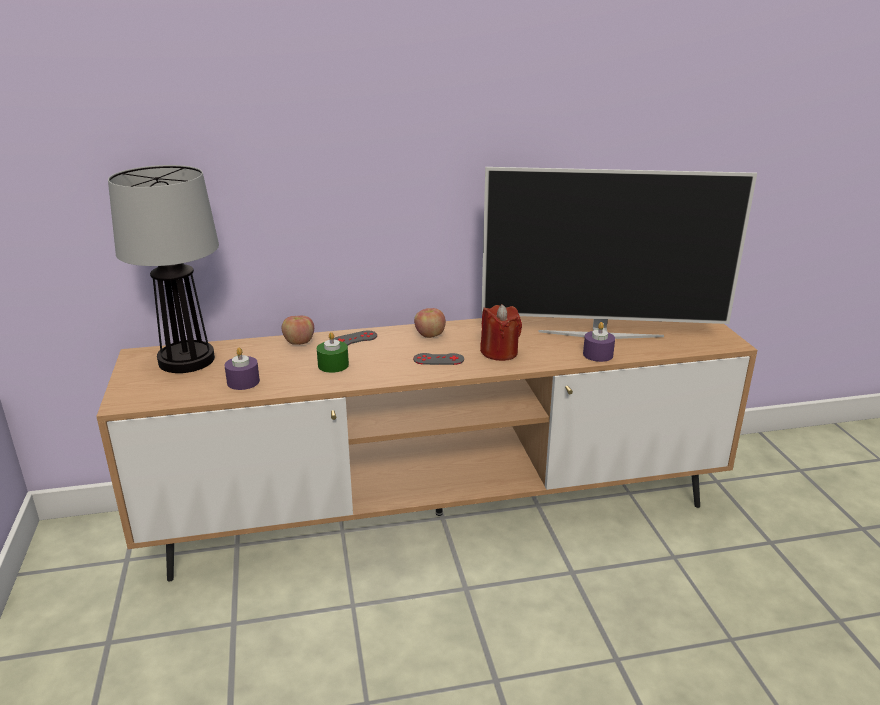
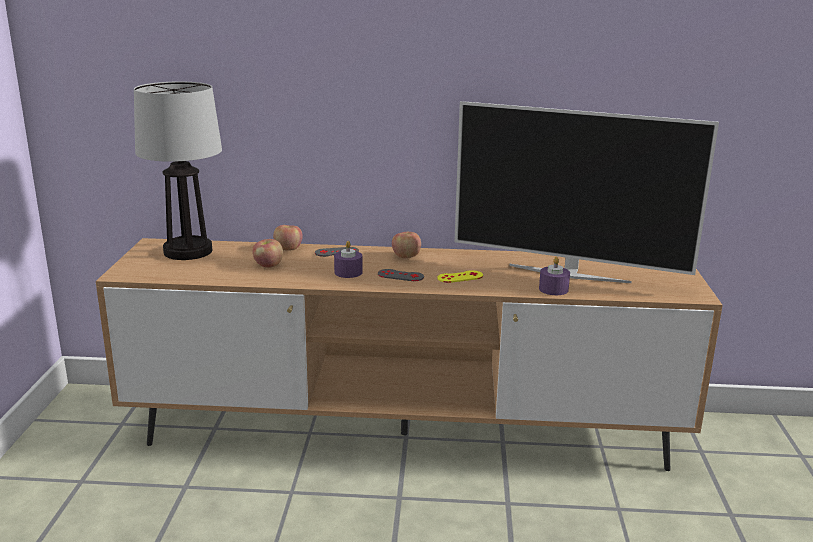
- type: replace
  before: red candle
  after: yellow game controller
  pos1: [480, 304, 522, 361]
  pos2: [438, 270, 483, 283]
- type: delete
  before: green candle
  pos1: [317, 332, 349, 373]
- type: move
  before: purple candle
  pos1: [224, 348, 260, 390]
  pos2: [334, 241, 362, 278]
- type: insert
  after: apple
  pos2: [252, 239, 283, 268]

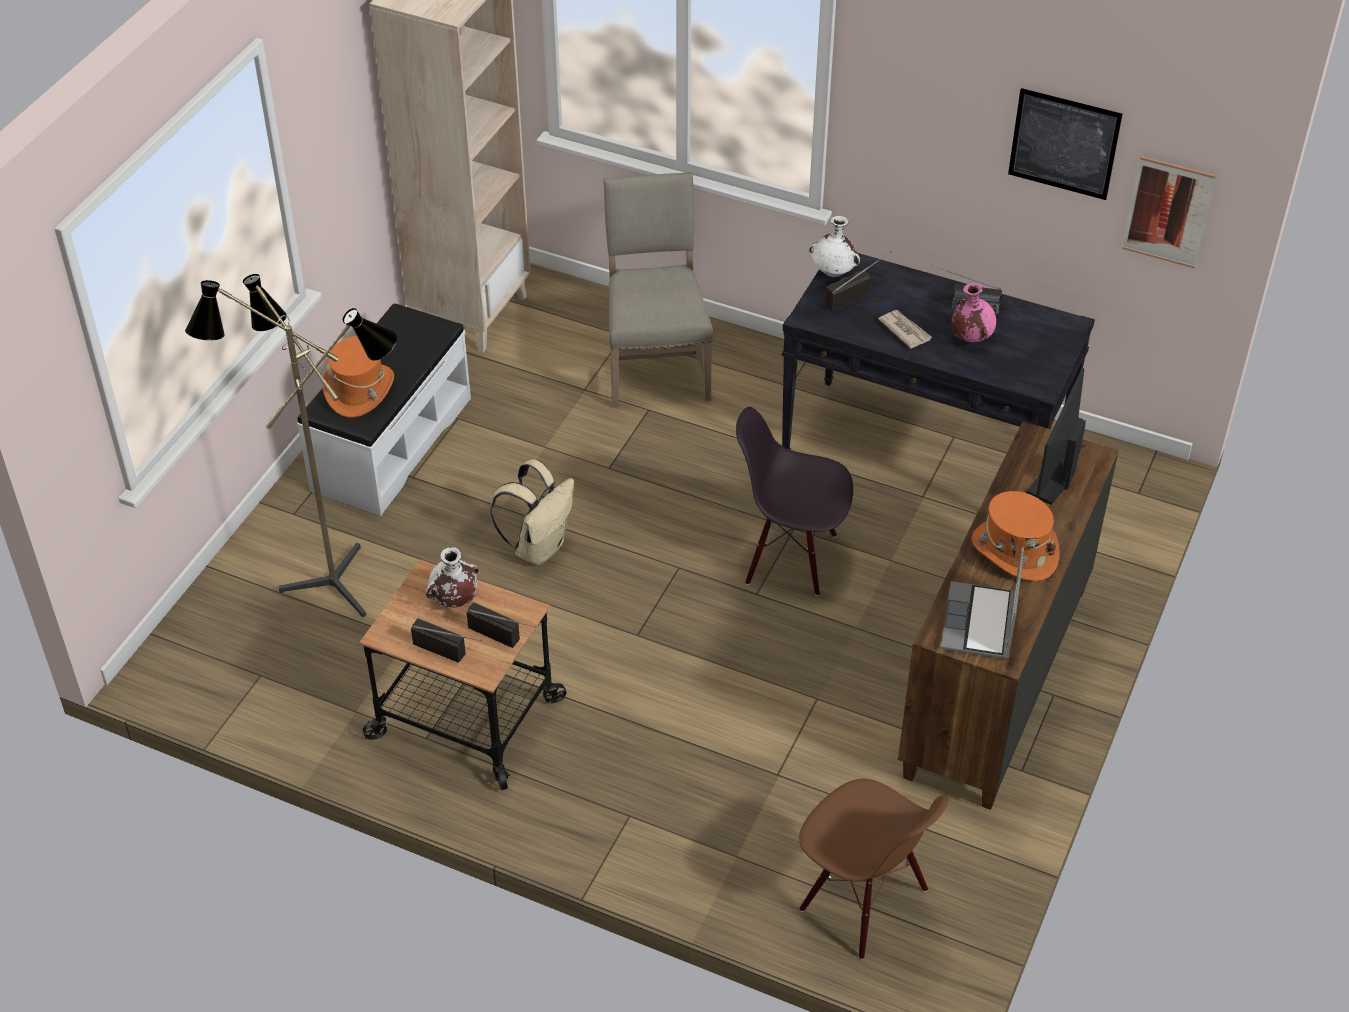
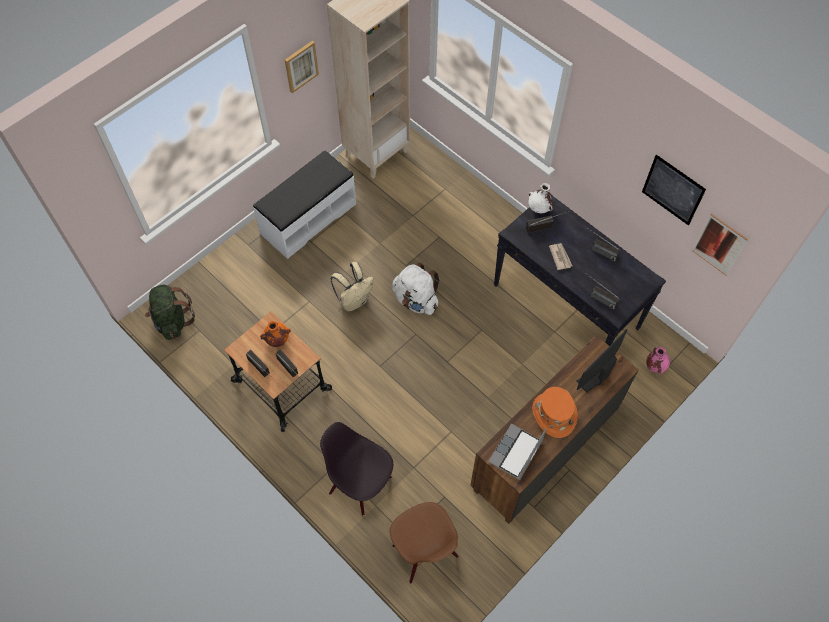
- type: delete
  before: beige chair
  pos1: [604, 172, 713, 408]
- type: delete
  before: floor lamp
  pos1: [185, 274, 397, 617]
- type: move
  before: pink vase
  pos1: [952, 283, 996, 342]
  pos2: [646, 347, 670, 374]
- type: delete
  before: orange hat
  pos1: [322, 336, 394, 418]
- type: move
  before: black chair
  pos1: [736, 407, 853, 596]
  pos2: [320, 422, 393, 516]
- type: recolor
  before: white vase
  after: orange vase
  pos1: [425, 547, 479, 607]
  pos2: [260, 321, 291, 347]
- type: insert
  after: picture
  pos2: [285, 41, 319, 93]
- type: insert
  after: white backpack
  pos2: [392, 263, 440, 315]
- type: insert
  after: radio
  pos2: [588, 275, 620, 310]
- type: insert
  after: green backpack
  pos2: [145, 285, 195, 340]

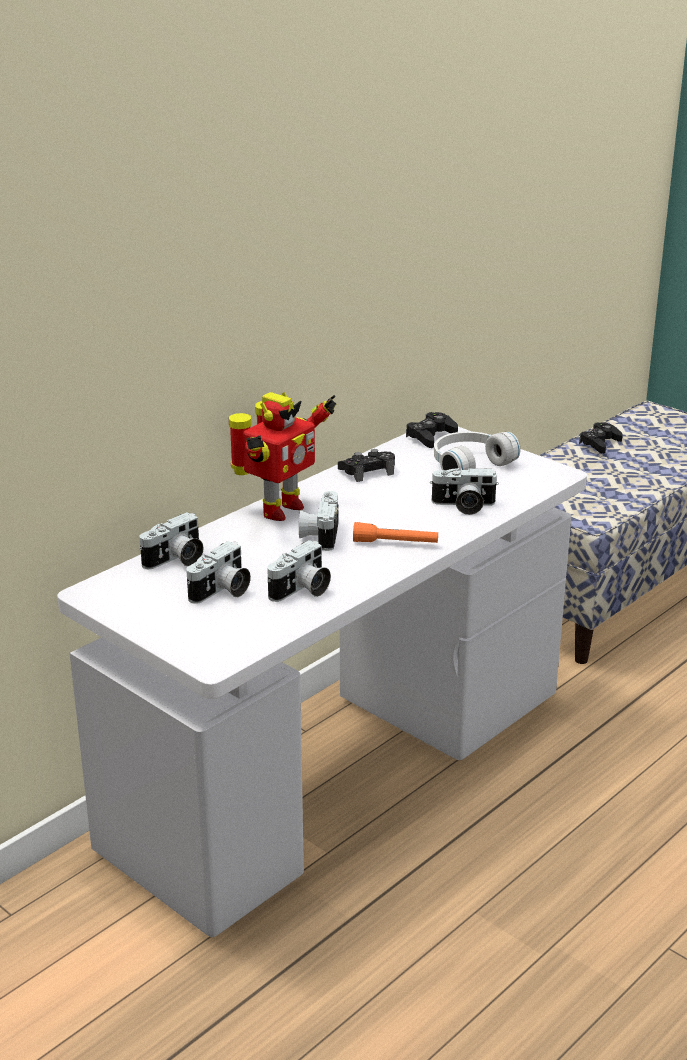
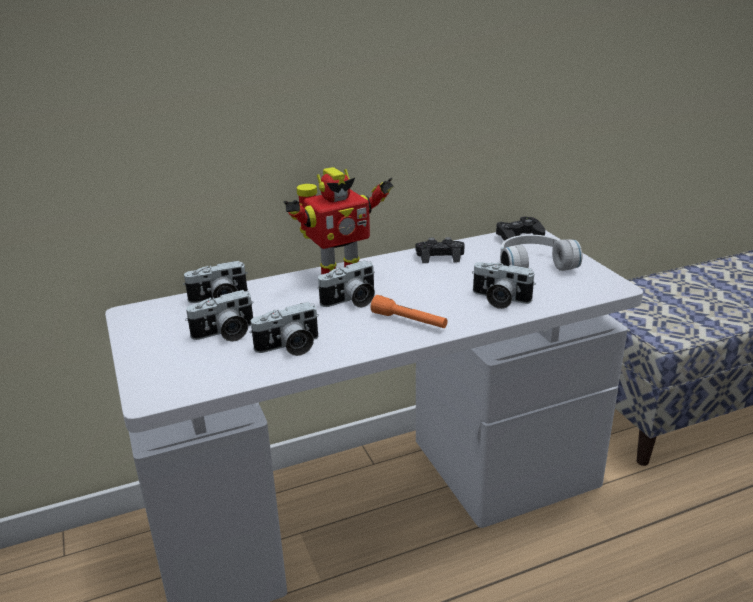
- type: delete
  before: black game controller
  pos1: [579, 422, 623, 454]
- type: rotate
  before: photo camera
  pos1: [299, 491, 339, 551]
  pos2: [317, 260, 375, 308]
  turn: -150

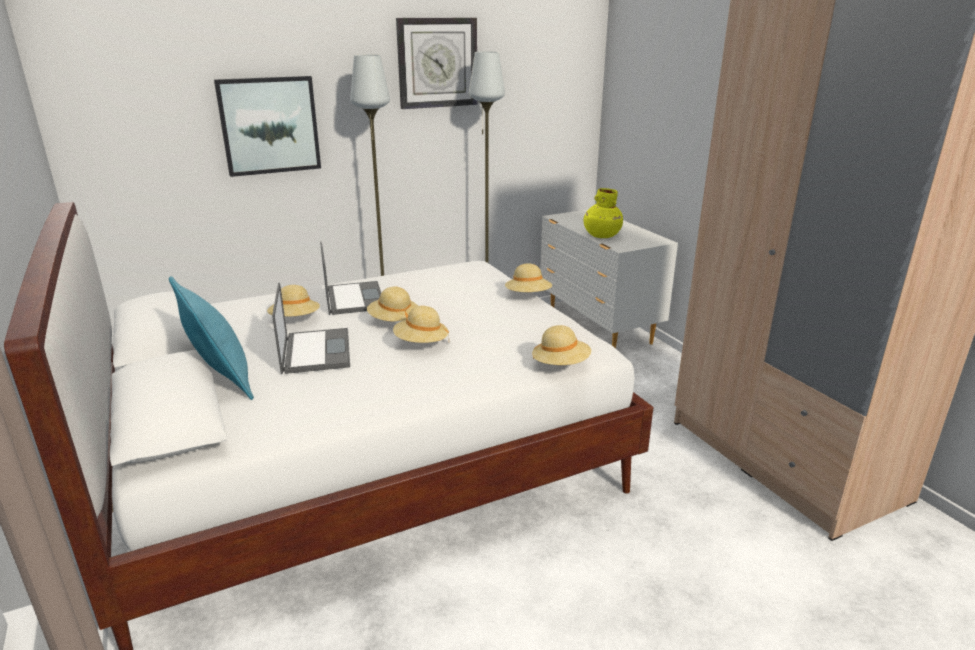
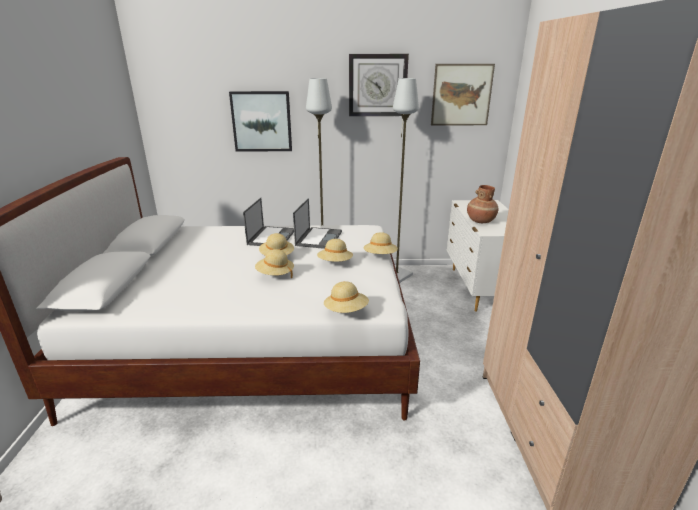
- type: recolor
  before: yellow vase
  after: brown vase
  pos1: [584, 188, 623, 238]
  pos2: [467, 185, 498, 223]
- type: delete
  before: turquoise pillow
  pos1: [169, 276, 254, 400]
- type: move
  before: laptop
  pos1: [272, 283, 350, 374]
  pos2: [293, 198, 342, 249]
- type: move
  before: beige hat
  pos1: [267, 285, 320, 317]
  pos2: [317, 239, 353, 262]
- type: insert
  after: picture
  pos2: [431, 64, 495, 126]

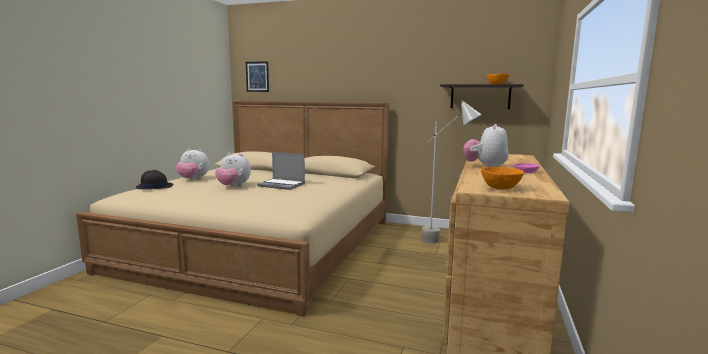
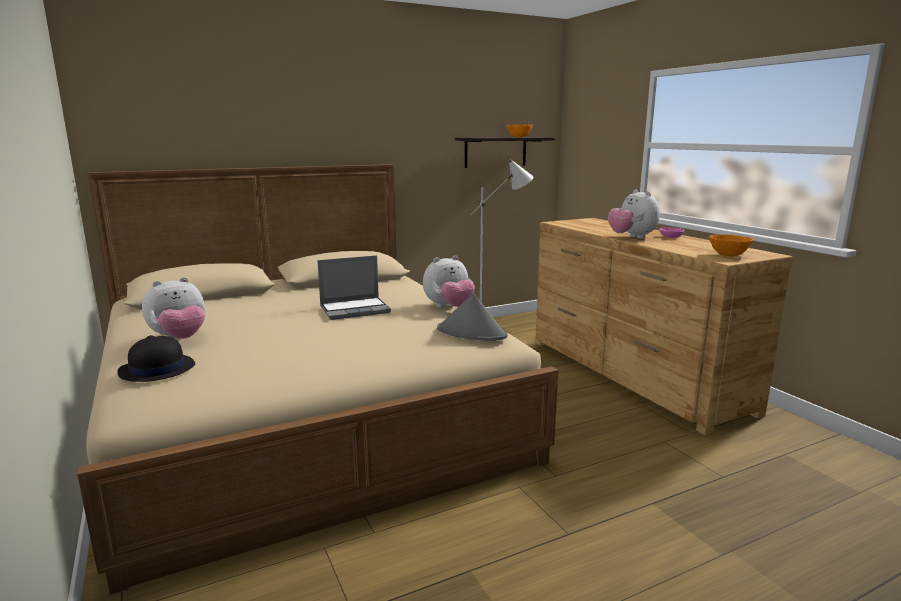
- type: delete
  before: picture
  pos1: [246, 61, 269, 92]
- type: move
  before: plush toy
  pos1: [215, 153, 251, 186]
  pos2: [423, 255, 475, 308]
- type: insert
  after: grey hat
  pos2: [437, 293, 508, 341]

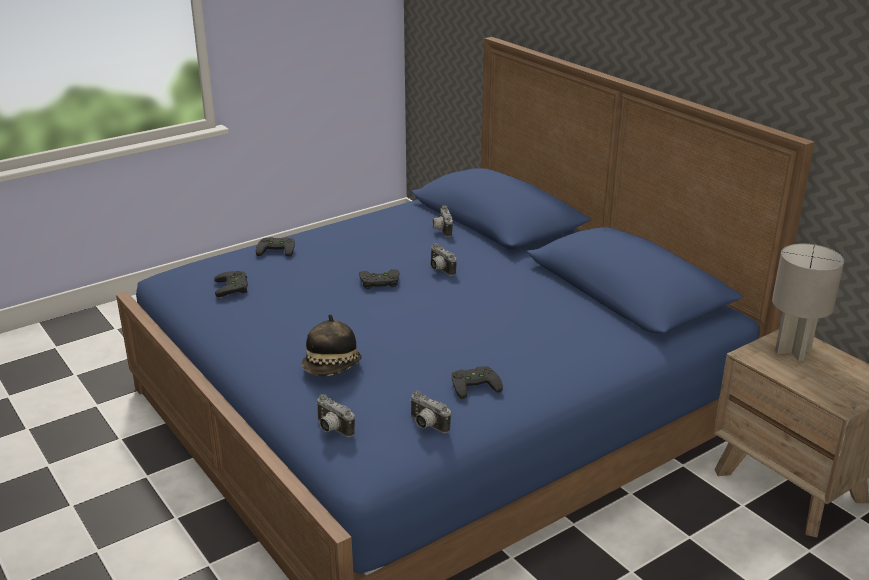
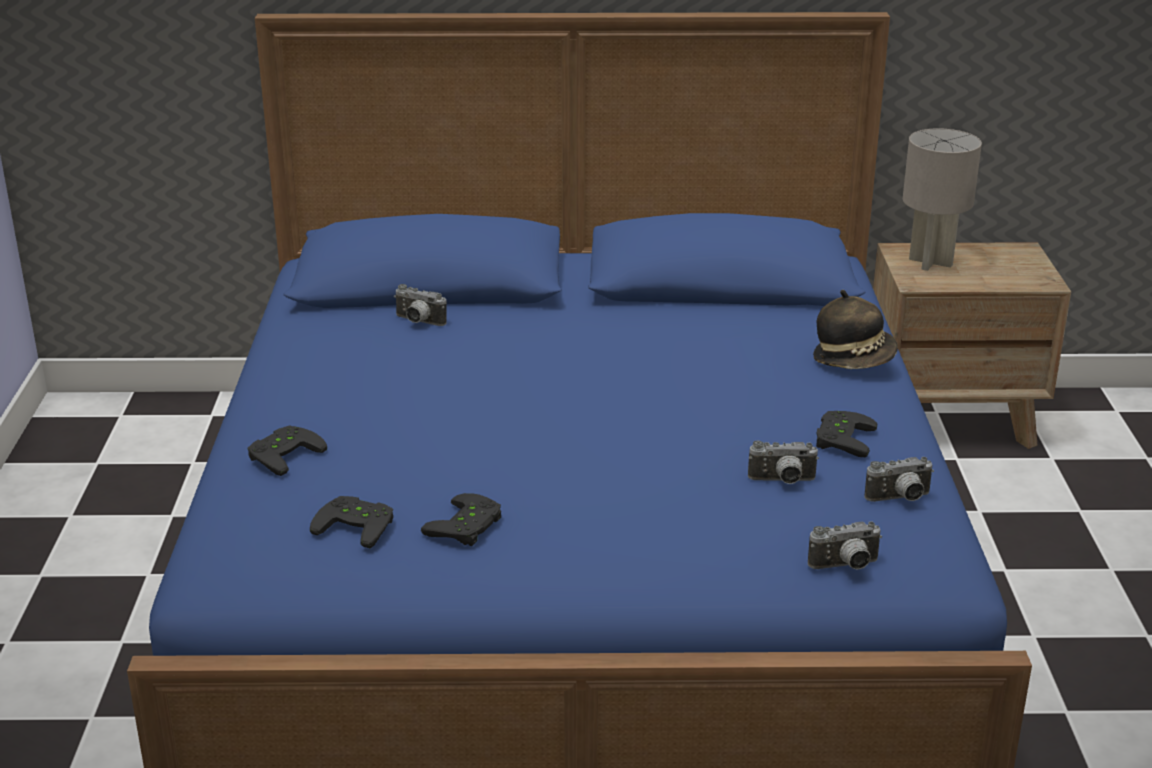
- type: move
  before: photo camera
  pos1: [430, 243, 457, 276]
  pos2: [748, 440, 819, 484]
- type: move
  before: black game controller
  pos1: [359, 269, 399, 289]
  pos2: [421, 493, 501, 546]
- type: move
  before: hat
  pos1: [302, 314, 362, 376]
  pos2: [813, 290, 898, 369]

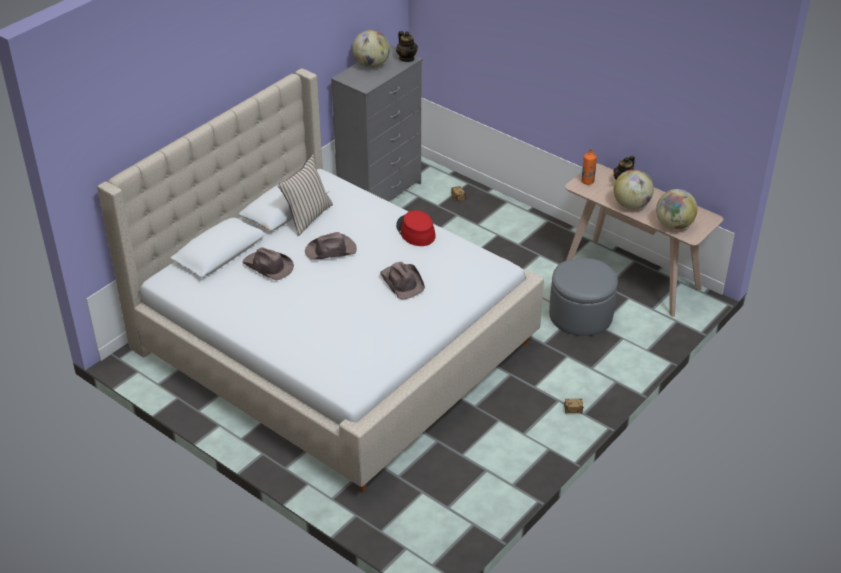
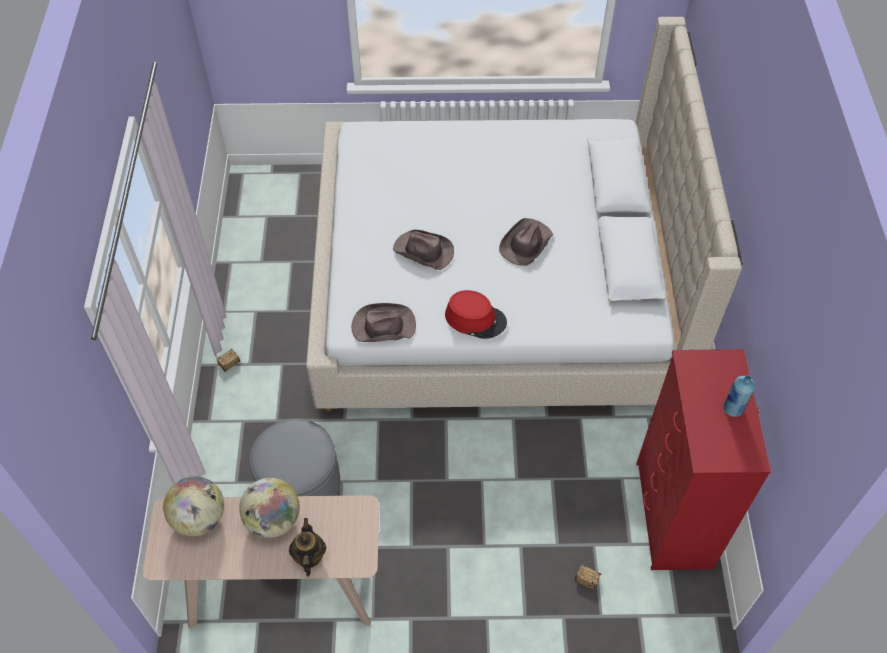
- type: replace
  before: globe
  after: blue bottle
  pos1: [353, 30, 390, 68]
  pos2: [723, 375, 755, 417]
- type: delete
  before: teapot
  pos1: [396, 31, 418, 62]
- type: recolor
  before: grey dresser
  after: red dresser
  pos1: [331, 45, 423, 202]
  pos2: [636, 349, 771, 570]
- type: delete
  before: orange bottle
  pos1: [582, 148, 597, 185]
- type: delete
  before: beige pillow
  pos1: [278, 154, 333, 236]
- type: move
  before: brown hat
  pos1: [243, 247, 294, 281]
  pos2: [351, 303, 416, 342]

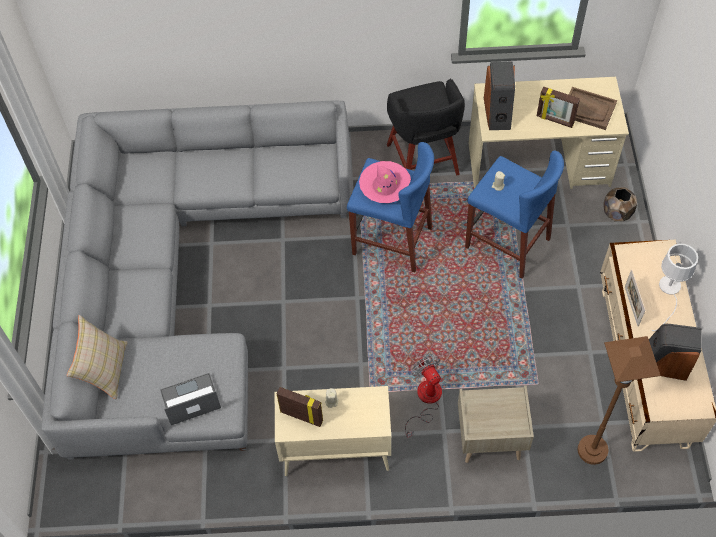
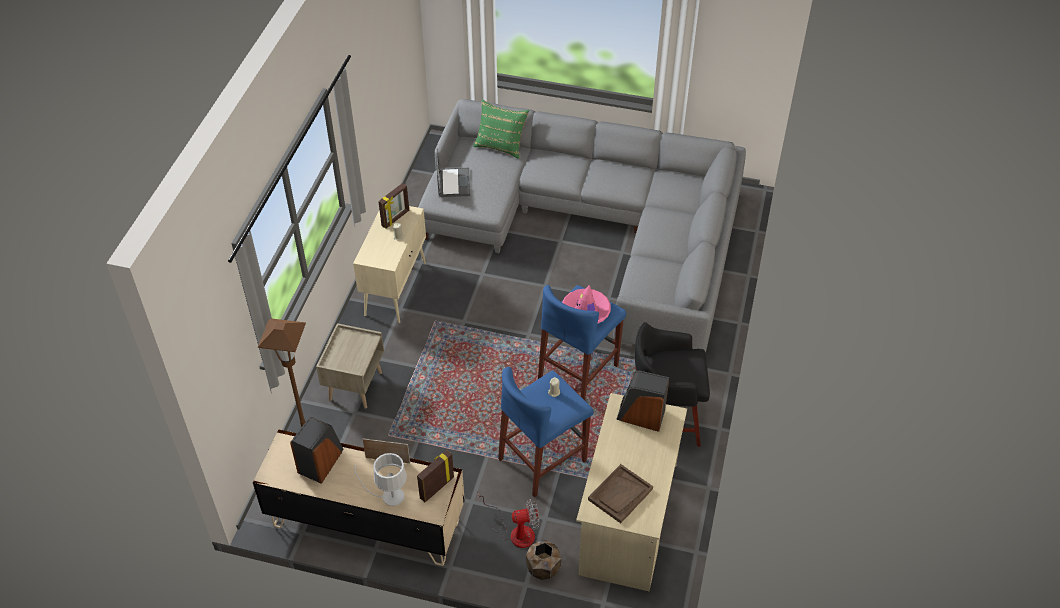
- type: move
  before: picture frame
  pos1: [537, 86, 580, 128]
  pos2: [417, 450, 454, 502]
- type: recolor
  before: beige pillow
  after: green pillow
  pos1: [67, 315, 127, 399]
  pos2: [473, 100, 529, 159]
- type: move
  before: fan
  pos1: [405, 355, 442, 438]
  pos2: [478, 493, 540, 548]

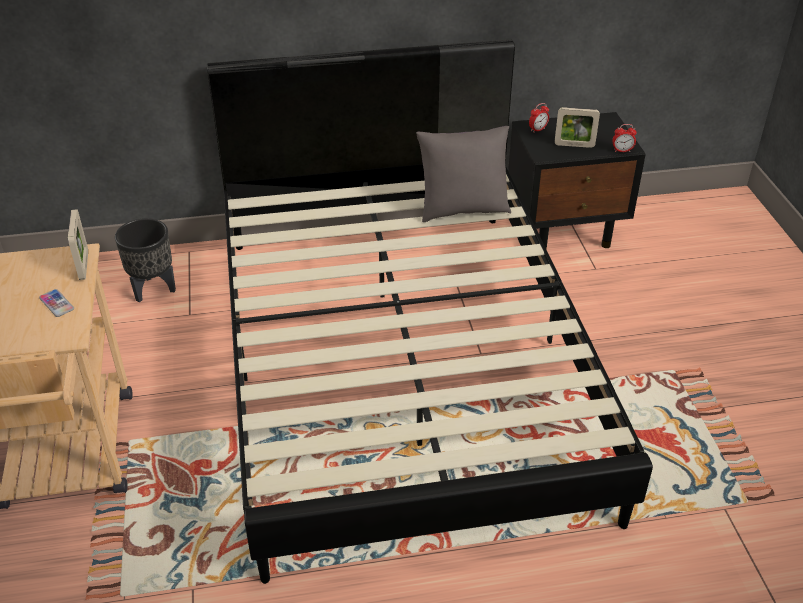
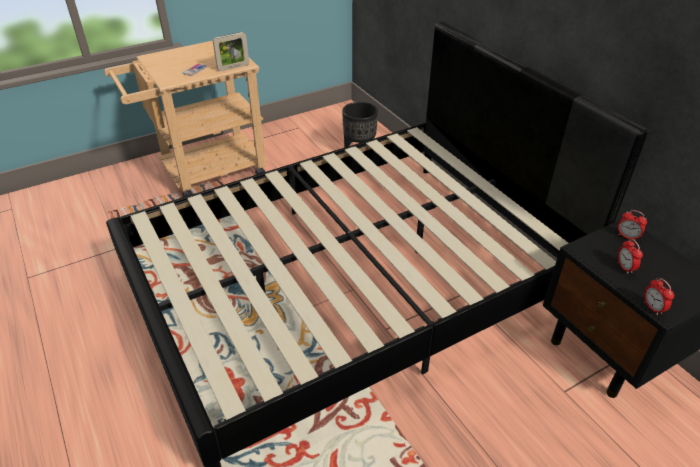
- type: replace
  before: picture frame
  after: alarm clock
  pos1: [555, 107, 600, 148]
  pos2: [618, 239, 643, 274]
- type: delete
  before: grey pillow
  pos1: [416, 126, 511, 222]

